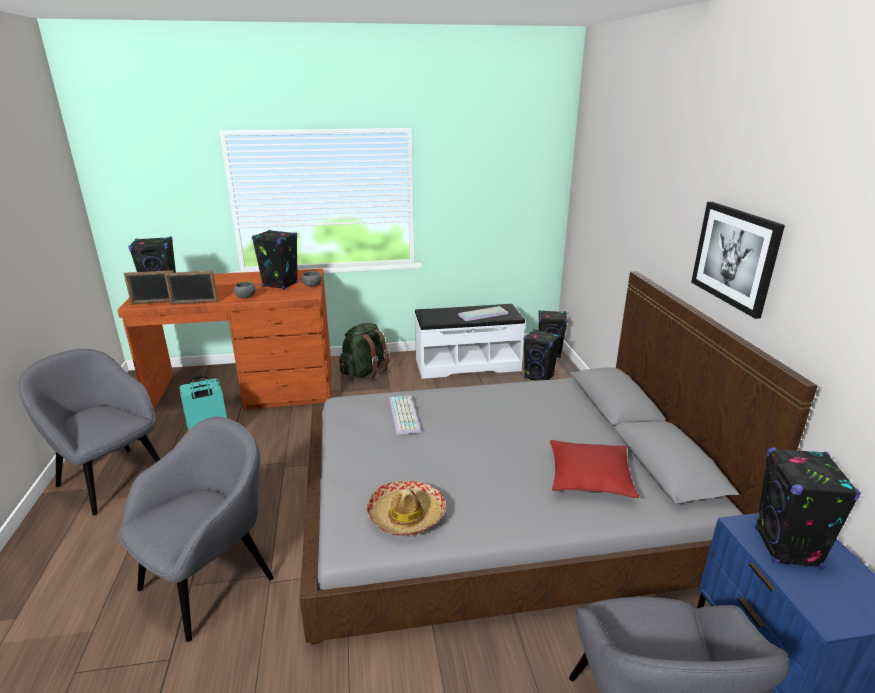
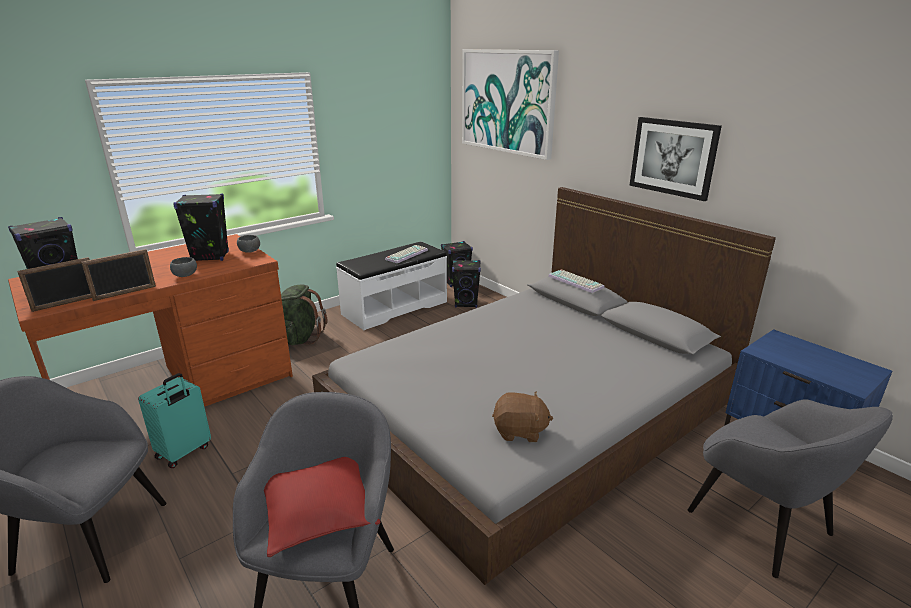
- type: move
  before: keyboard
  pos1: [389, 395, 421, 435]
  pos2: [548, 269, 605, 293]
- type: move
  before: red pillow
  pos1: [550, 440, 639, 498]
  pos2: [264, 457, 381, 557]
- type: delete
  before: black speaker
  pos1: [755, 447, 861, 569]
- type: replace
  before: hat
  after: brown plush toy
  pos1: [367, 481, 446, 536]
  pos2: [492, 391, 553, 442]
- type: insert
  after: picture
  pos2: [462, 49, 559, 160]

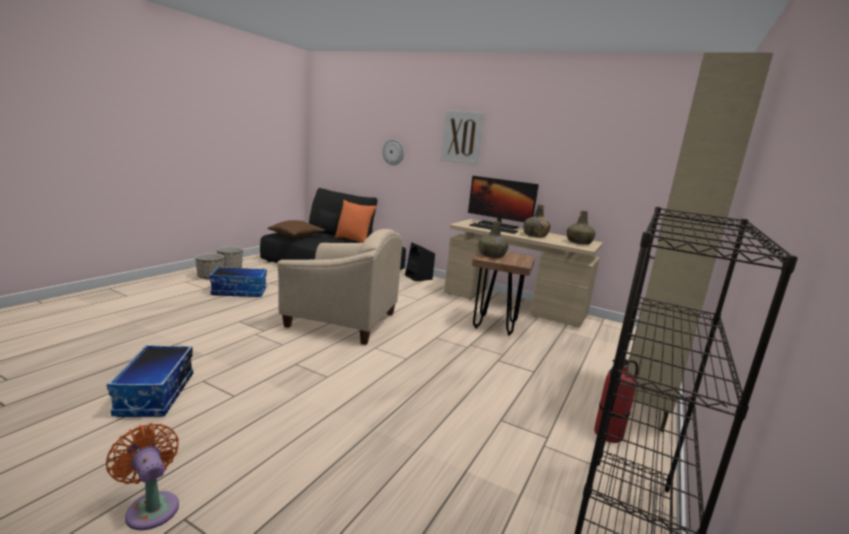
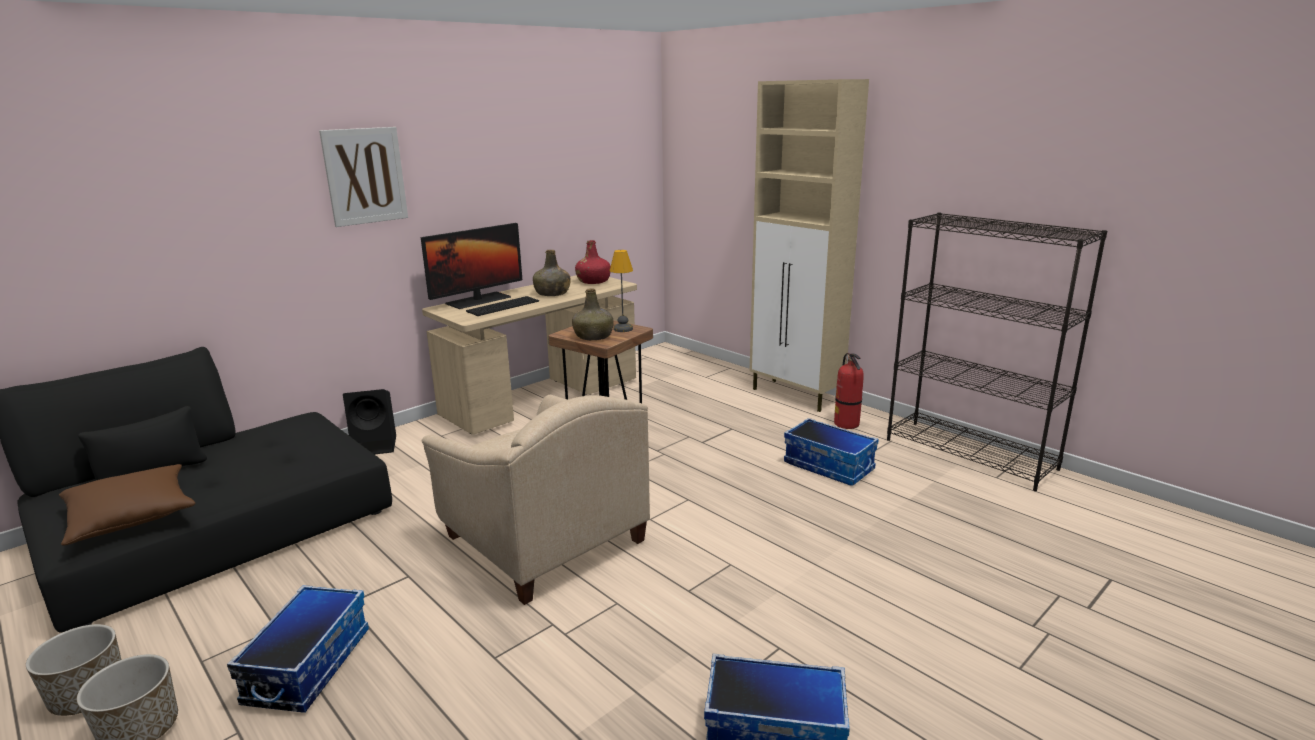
- type: delete
  before: wall clock
  pos1: [382, 139, 404, 165]
- type: delete
  before: orange pillow
  pos1: [335, 200, 377, 243]
- type: recolor
  before: green bottle
  after: red bottle
  pos1: [567, 211, 595, 244]
  pos2: [575, 240, 610, 284]
- type: rotate
  before: beige armchair
  pos1: [278, 229, 403, 345]
  pos2: [422, 395, 650, 605]
  turn: 105
- type: delete
  before: orange fan
  pos1: [106, 423, 179, 530]
- type: insert
  after: table lamp
  pos2: [610, 250, 633, 332]
- type: insert
  after: storage box
  pos2: [784, 418, 879, 486]

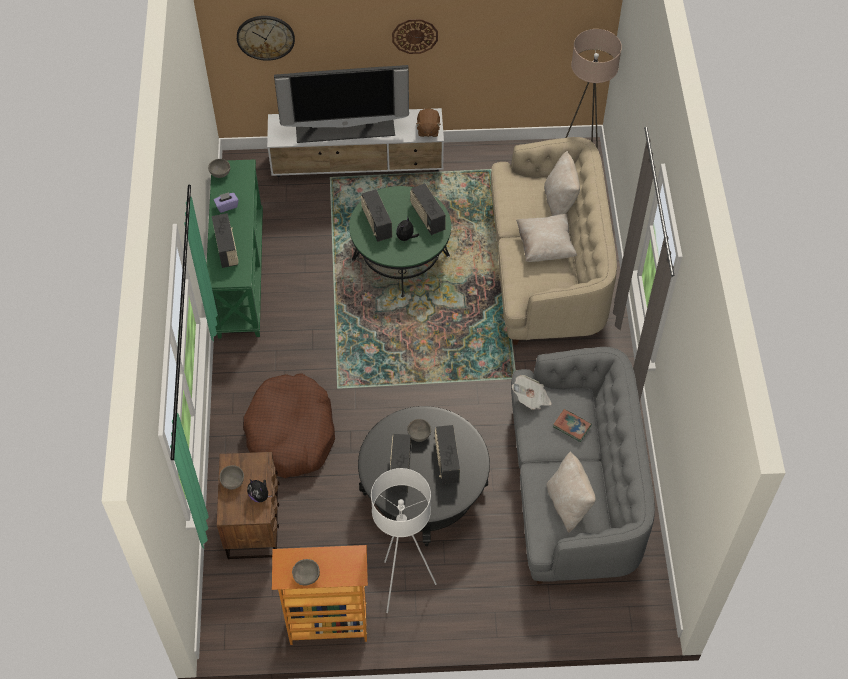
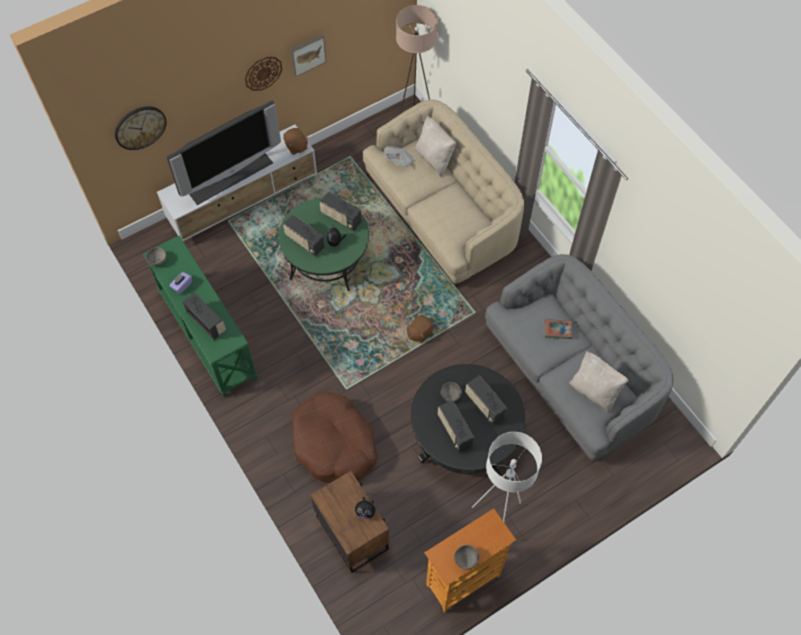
- type: delete
  before: beige pillow
  pos1: [516, 214, 577, 262]
- type: move
  before: newspaper
  pos1: [512, 375, 552, 410]
  pos2: [384, 146, 416, 167]
- type: delete
  before: grey bowl
  pos1: [219, 465, 244, 490]
- type: insert
  after: picture
  pos2: [290, 34, 326, 77]
- type: insert
  after: brown plush toy
  pos2: [407, 315, 434, 343]

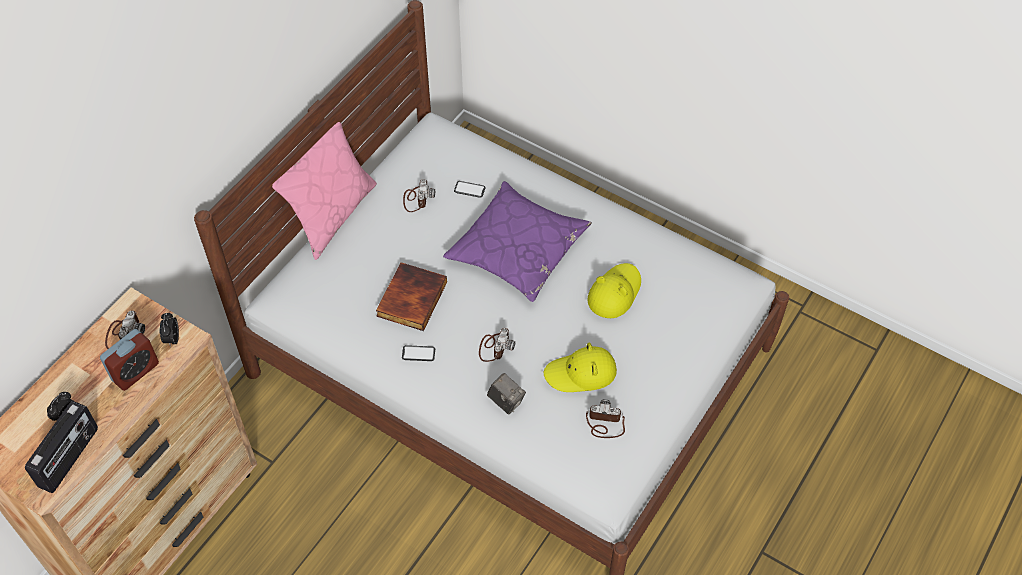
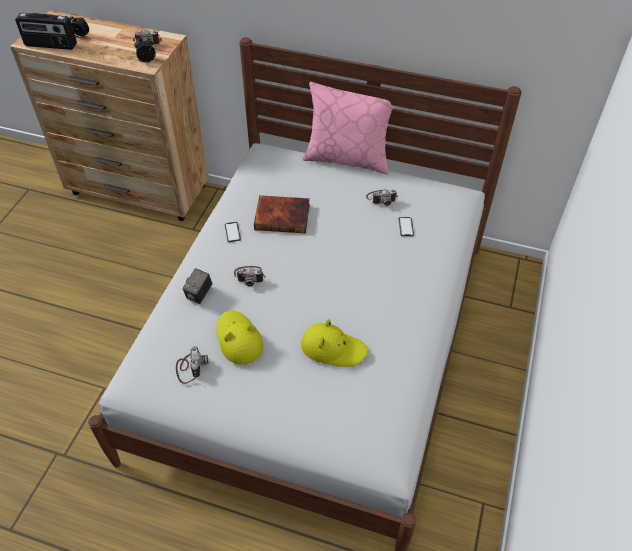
- type: delete
  before: purple pillow
  pos1: [443, 181, 592, 302]
- type: delete
  before: alarm clock
  pos1: [100, 329, 159, 391]

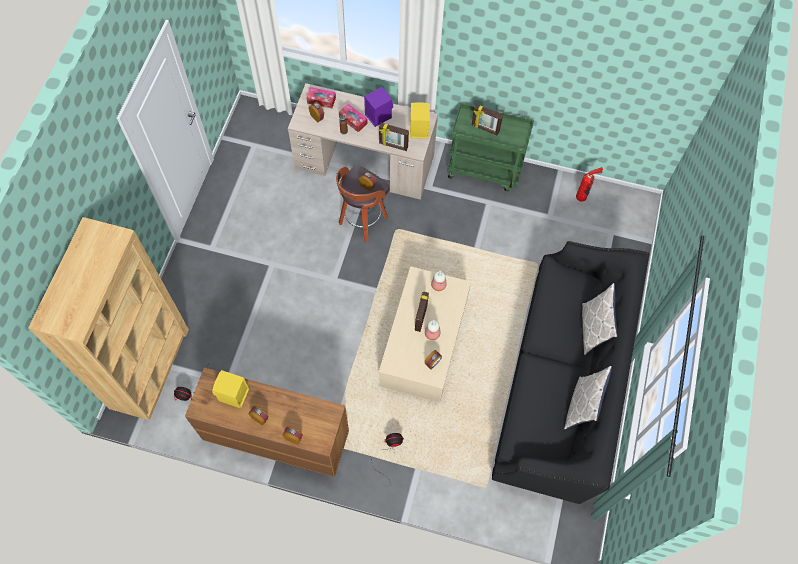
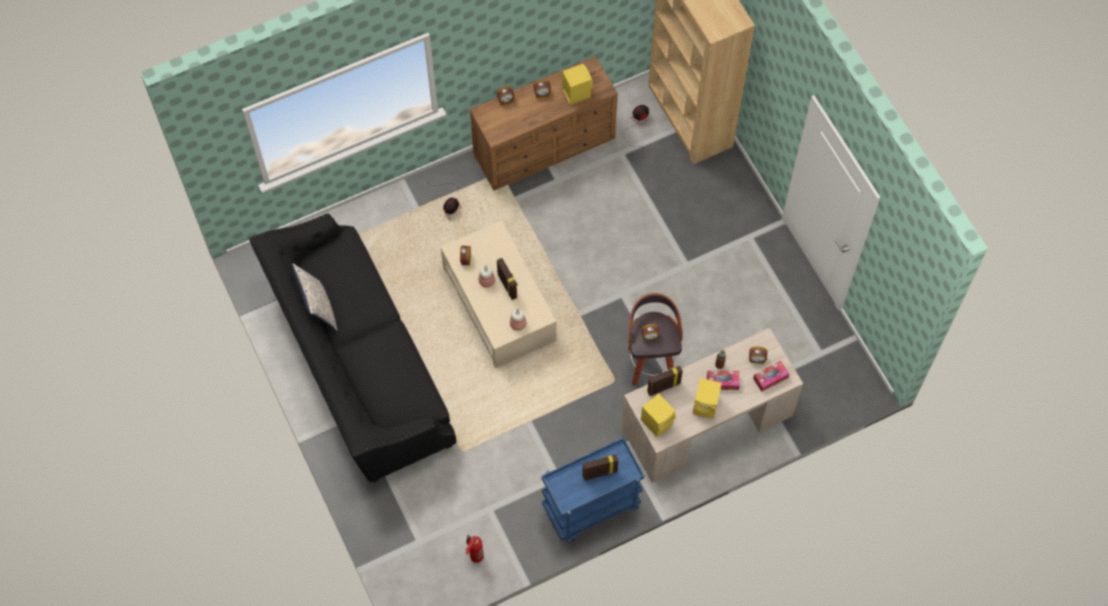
- type: recolor
  before: purple speaker
  after: yellow speaker
  pos1: [364, 87, 393, 127]
  pos2: [693, 378, 722, 418]
- type: recolor
  before: green cart
  after: blue cart
  pos1: [447, 103, 534, 191]
  pos2: [541, 437, 644, 542]
- type: delete
  before: pillow
  pos1: [582, 283, 617, 355]

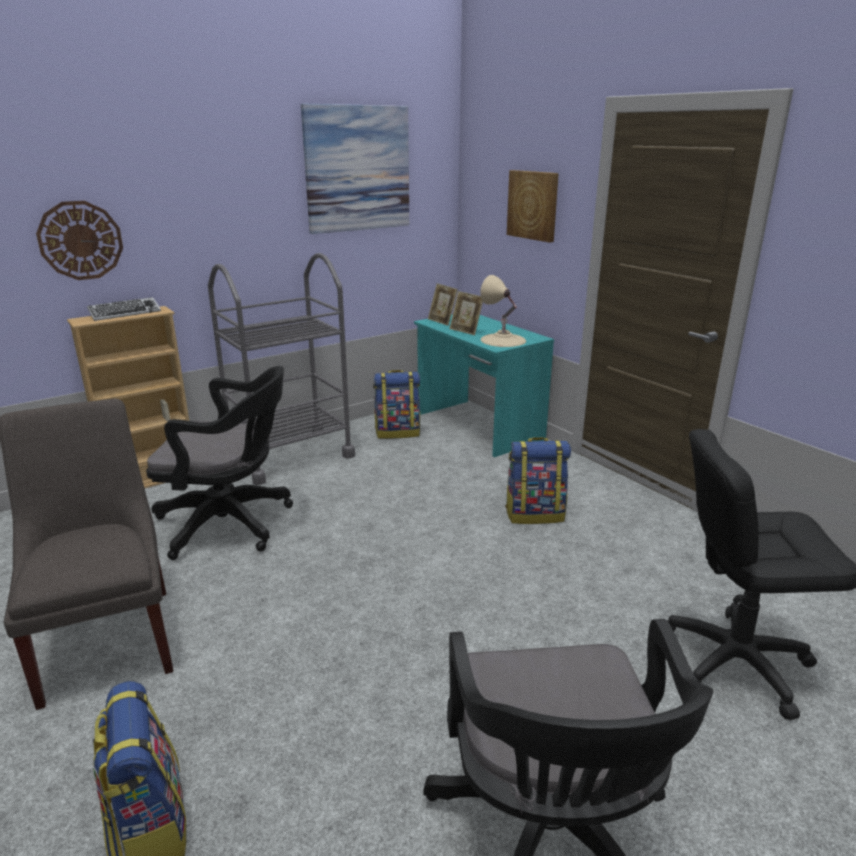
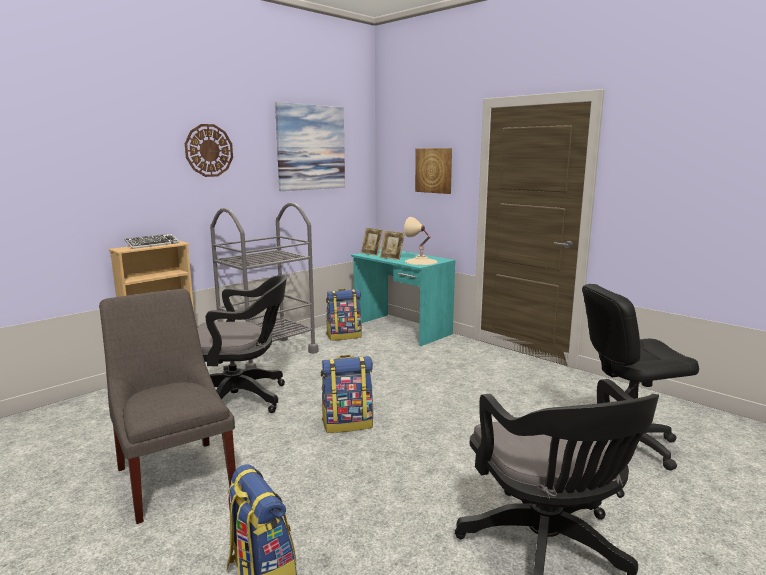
- type: move
  before: wall clock
  pos1: [36, 201, 123, 280]
  pos2: [185, 124, 233, 177]
- type: move
  before: backpack
  pos1: [505, 437, 571, 524]
  pos2: [321, 355, 373, 433]

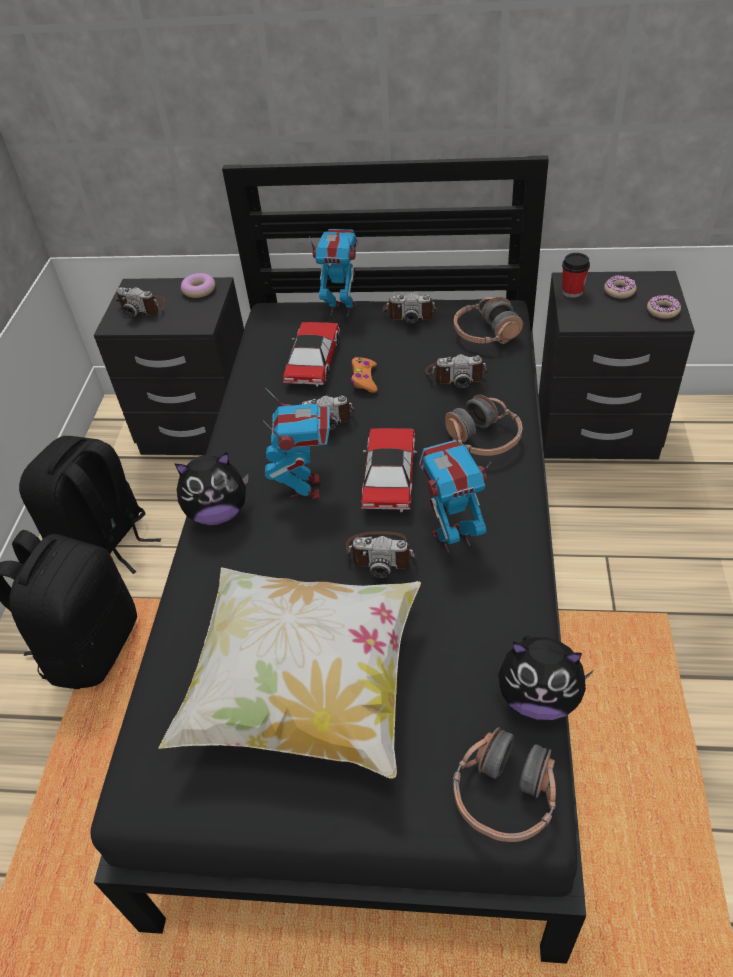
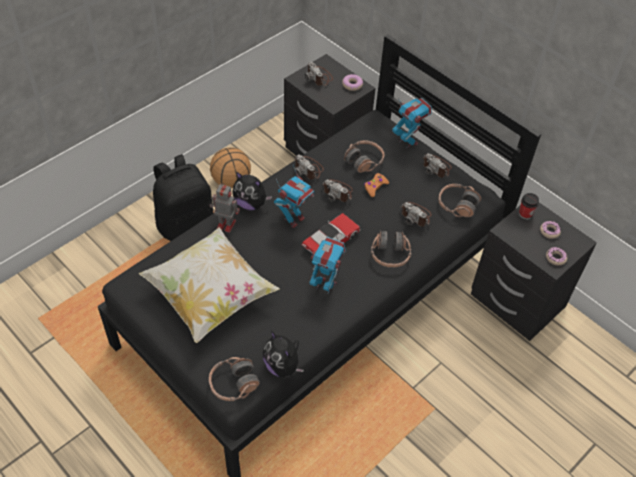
- type: replace
  before: toy car
  after: headphones
  pos1: [283, 322, 340, 387]
  pos2: [344, 141, 384, 173]
- type: replace
  before: black backpack
  after: basketball
  pos1: [19, 436, 161, 574]
  pos2: [210, 147, 251, 188]
- type: move
  before: photo camera
  pos1: [346, 531, 417, 578]
  pos2: [294, 154, 324, 180]
- type: insert
  after: toy robot
  pos2: [210, 183, 239, 233]

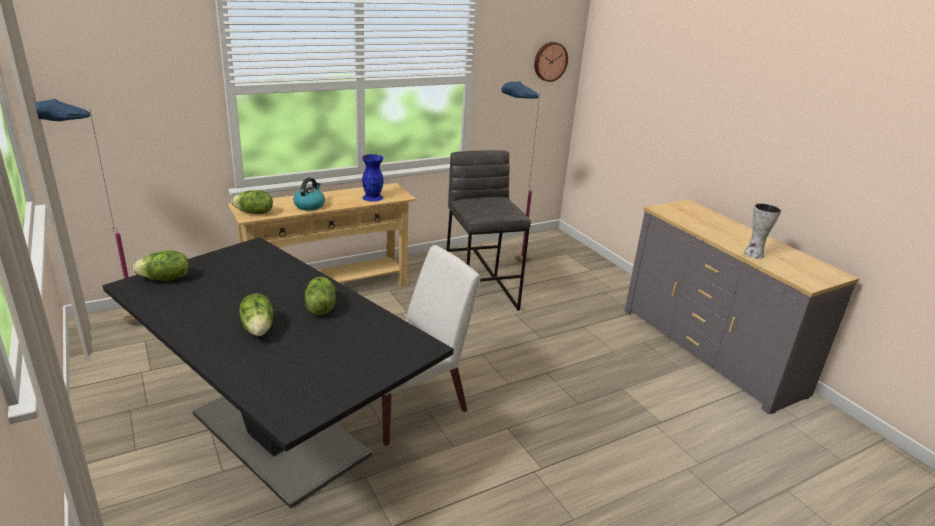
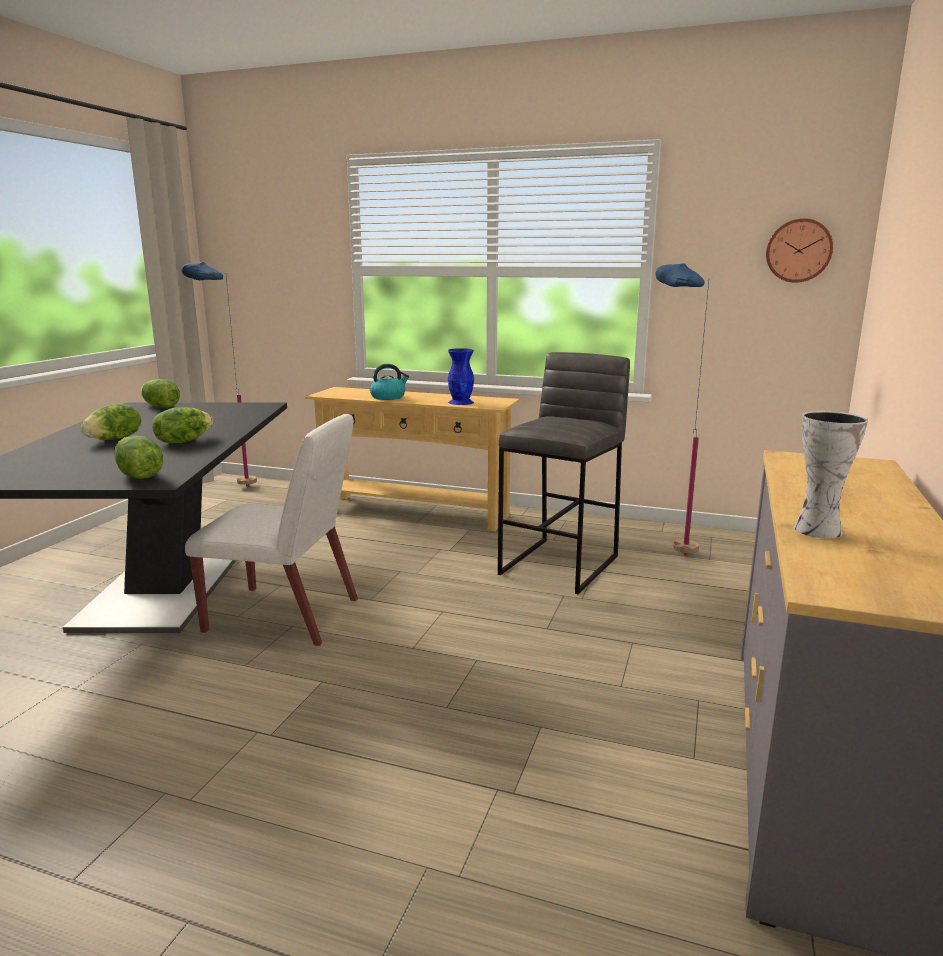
- type: move
  before: lettuce
  pos1: [231, 190, 273, 214]
  pos2: [114, 435, 163, 479]

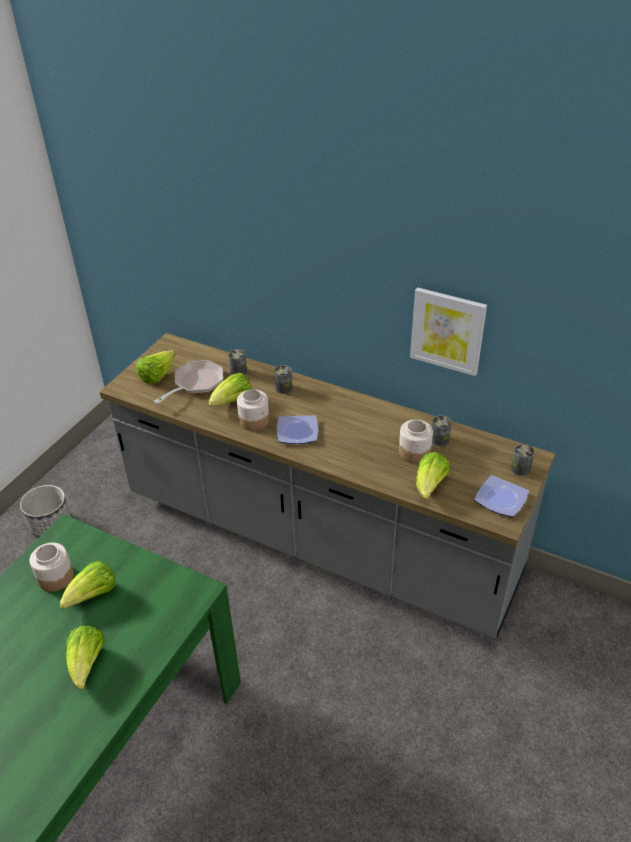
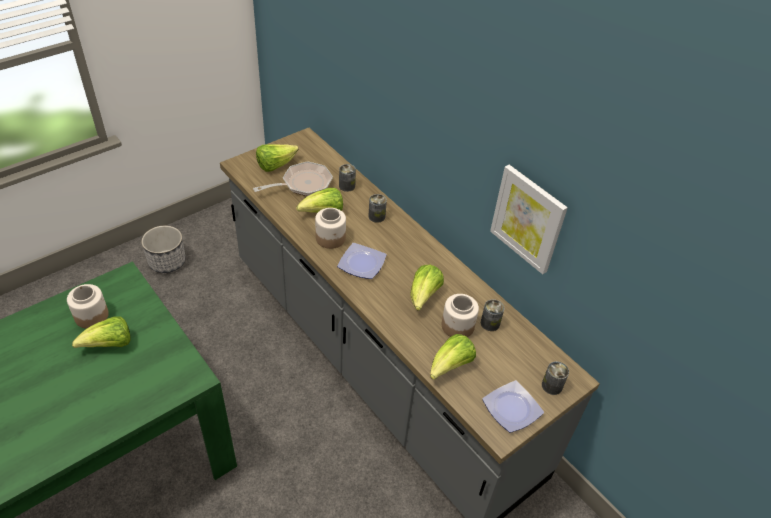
- type: move
  before: lettuce
  pos1: [66, 626, 105, 689]
  pos2: [410, 265, 444, 311]

